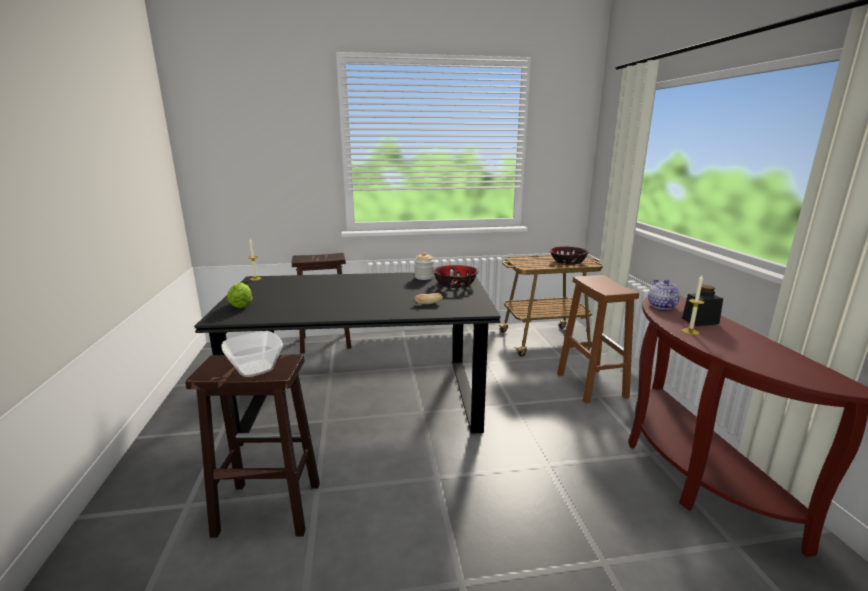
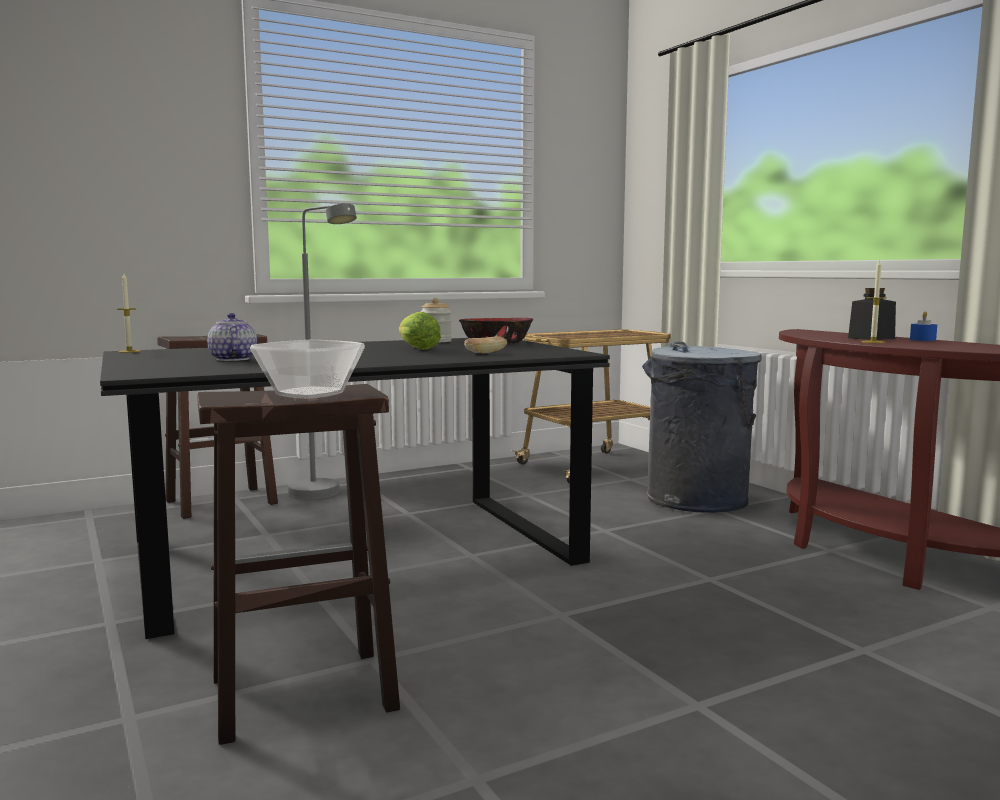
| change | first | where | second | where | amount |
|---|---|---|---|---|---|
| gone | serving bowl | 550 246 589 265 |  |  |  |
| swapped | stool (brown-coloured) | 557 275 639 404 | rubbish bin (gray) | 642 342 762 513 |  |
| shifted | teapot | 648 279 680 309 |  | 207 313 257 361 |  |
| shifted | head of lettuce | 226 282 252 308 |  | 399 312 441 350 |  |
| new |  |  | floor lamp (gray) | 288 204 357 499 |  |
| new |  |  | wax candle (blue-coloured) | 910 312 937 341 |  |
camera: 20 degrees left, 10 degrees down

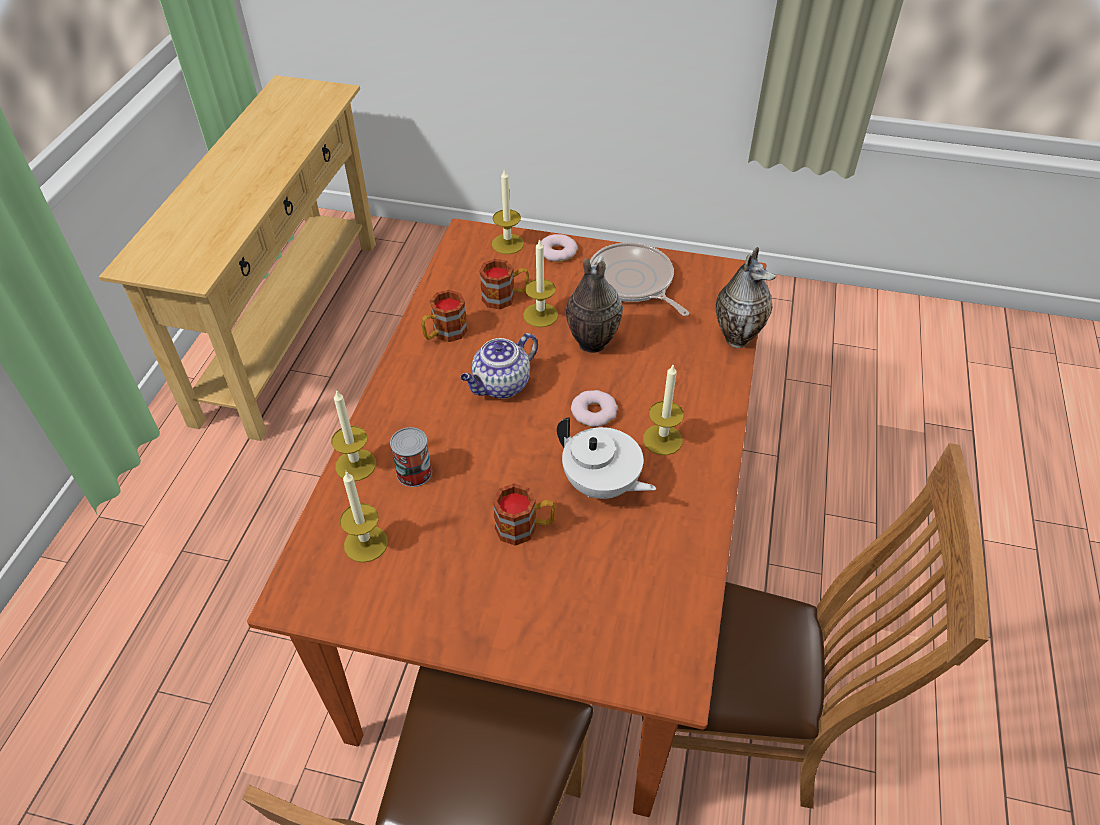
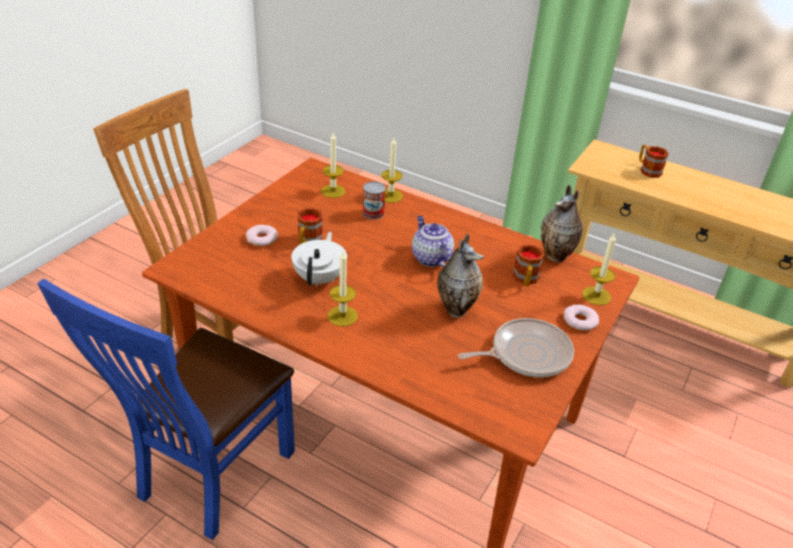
| change | first | where | second | where | amount |
|---|---|---|---|---|---|
| gone | wax candle | 523 239 558 327 |  |  |  |
| shifted | decorative vase | 716 247 776 348 |  | 541 185 583 262 |  |
| shifted | tea mug | 421 290 468 342 |  | 639 145 669 178 |  |
| shifted | doughnut | 571 390 618 427 |  | 245 225 278 246 |  |
| rotated | teapot (whitish) | 557 417 656 499 |  | 291 232 347 287 | 135 degrees clockwise |
| repainted | plain chair (brown-coloured) | 642 443 989 809 | plain chair (blue-coloured) | 37 279 295 540 |  |
camera: 105 degrees right, 10 degrees down

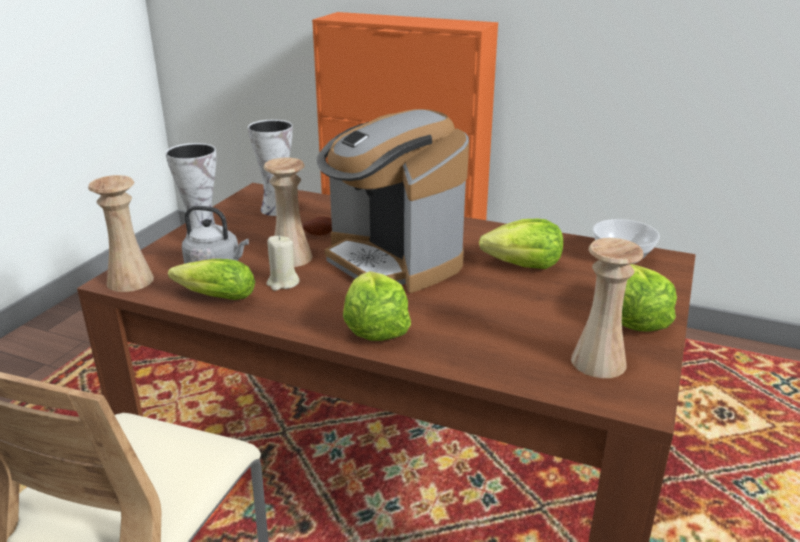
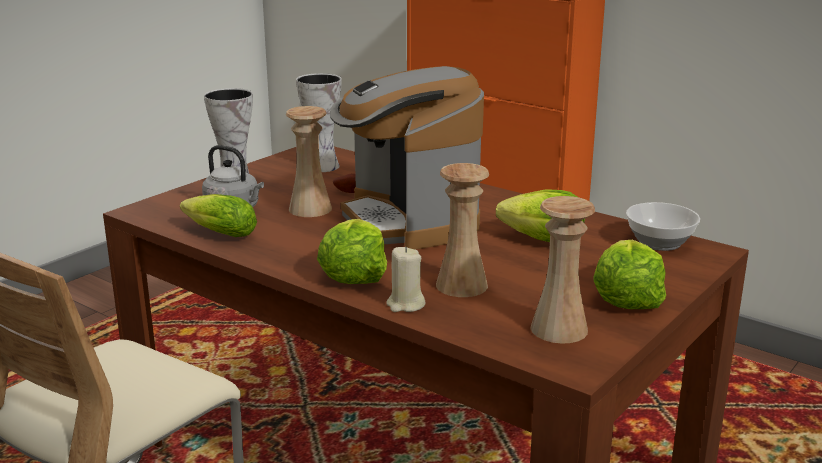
| change | first | where | second | where | amount |
|---|---|---|---|---|---|
| shifted | decorative vase (sand-coloured) | 88 175 154 292 |  | 436 163 489 297 |  |
| shifted | wax candle (sand-coloured) | 267 236 299 291 |  | 386 247 425 312 |  |
camera: 15 degrees right, 5 degrees down

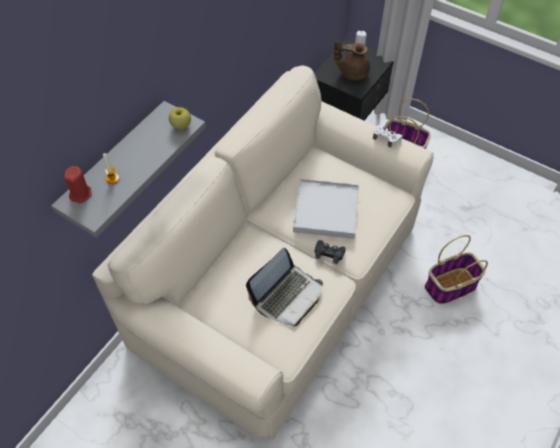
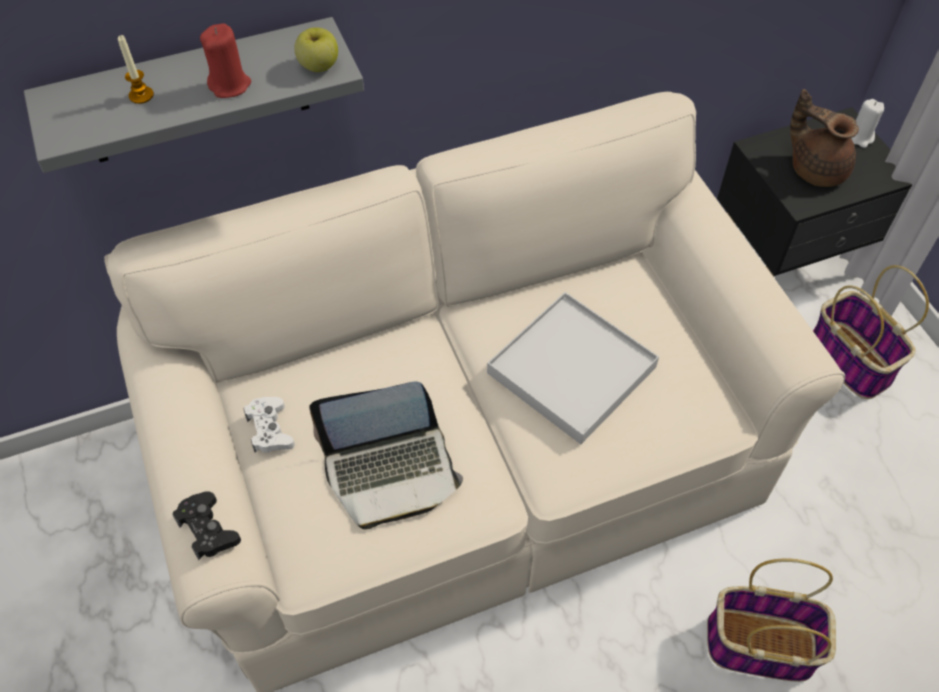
| change | first | where | second | where | amount |
|---|---|---|---|---|---|
| shifted | game controller (whitish) | 373 124 402 148 |  | 243 397 295 453 |  |
| shifted | wax candle (red-coloured) | 64 166 92 203 |  | 200 23 251 98 |  |
| shifted | game controller (black-coloured) | 315 240 346 264 |  | 172 491 241 560 |  |
camera: 35 degrees right, 0 degrees up

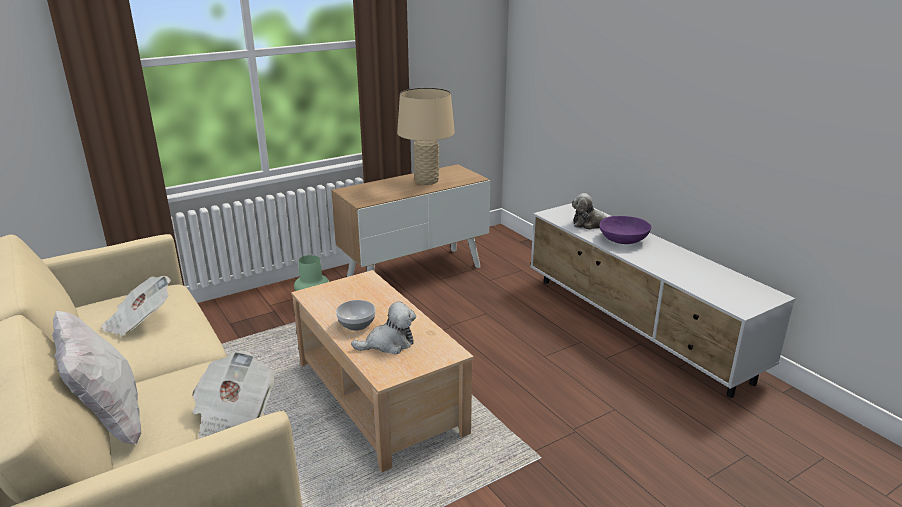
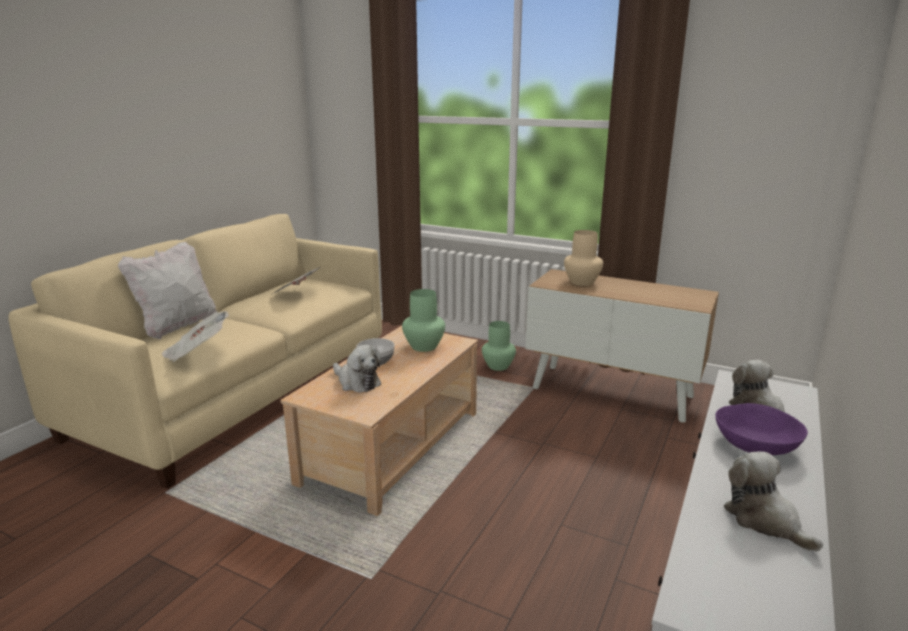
| change | first | where | second | where | amount |
|---|---|---|---|---|---|
| gone | tabletop lamp (sand-coloured) | 397 88 455 185 |  |  |  |
| new |  |  | decorative vase (sand-coloured) | 564 230 603 286 |  |
| new |  |  | decorative vase (green-coloured) | 402 289 445 352 |  |
| new |  |  | soft toy | 723 451 823 552 |  |
camera: 60 degrees right, 5 degrees down

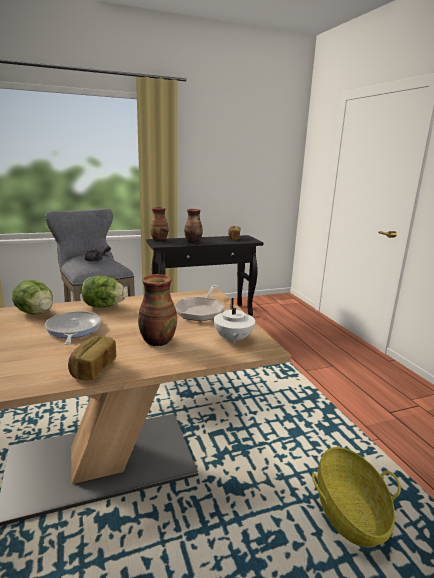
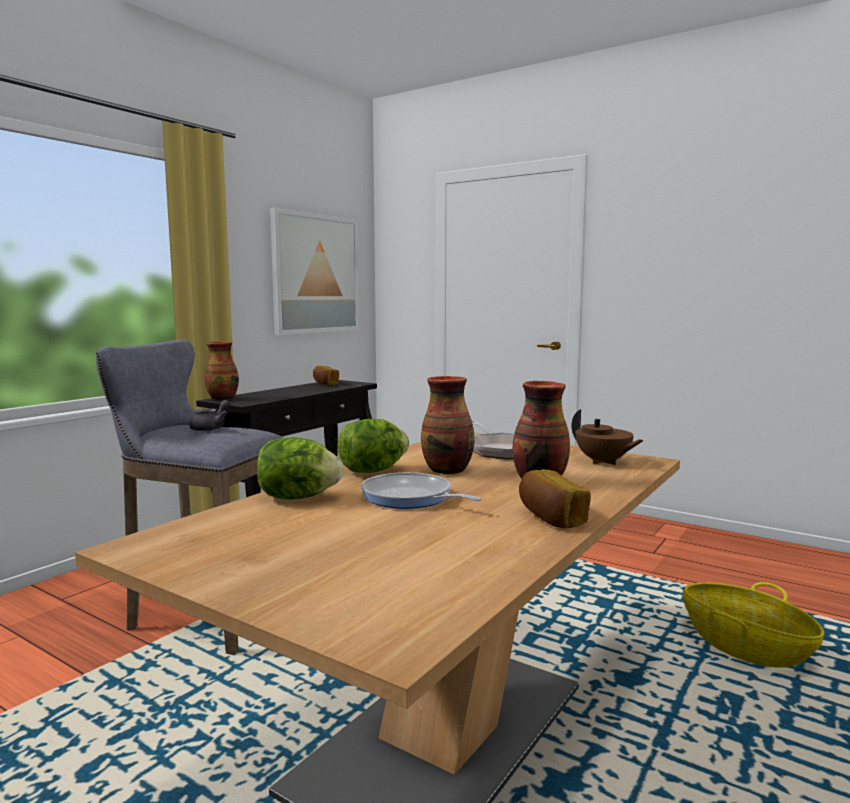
| change | first | where | second | where | amount |
|---|---|---|---|---|---|
| shifted | decorative vase | 184 209 203 243 |  | 421 376 475 474 |  |
| repainted | teapot (whitish) | 214 298 255 345 | teapot (brown-coloured) | 572 409 644 465 |  |
| new |  |  | picture | 270 208 359 335 |  |
camera: 35 degrees left, 10 degrees down

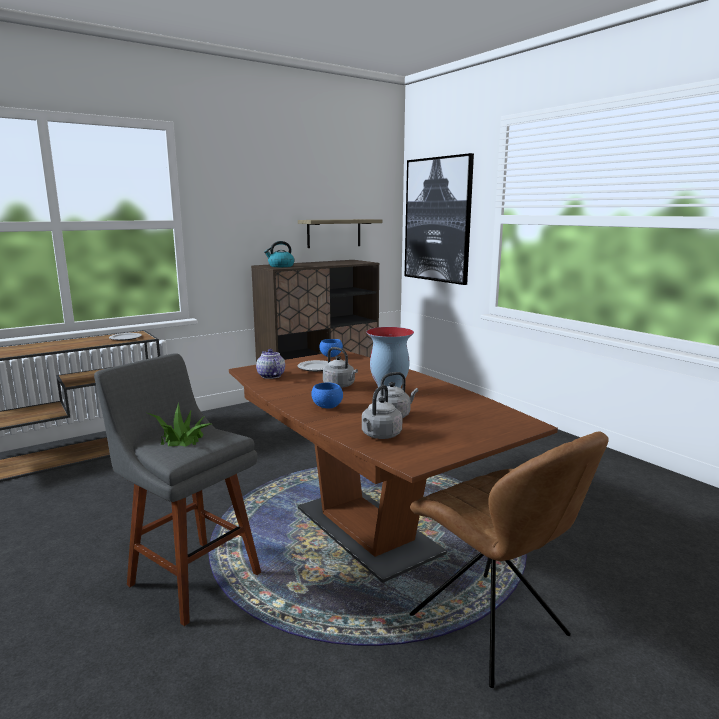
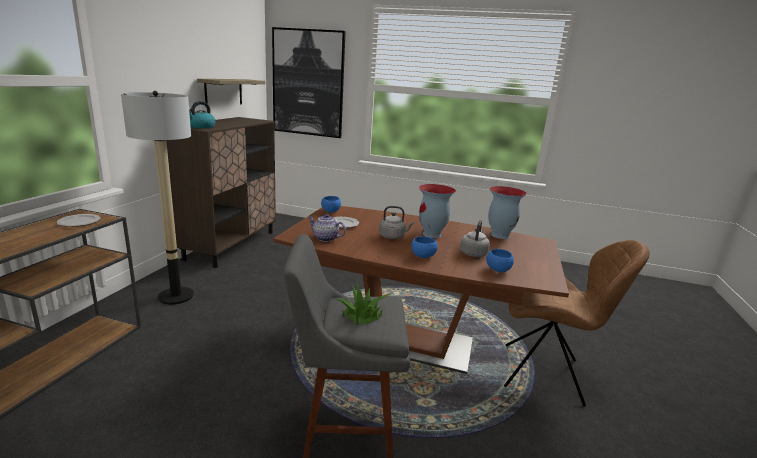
| change | first | where | second | where | amount |
|---|---|---|---|---|---|
| swapped | tea kettle (gray) | 362 385 402 439 | serving bowl (blue-coloured) | 486 249 514 272 |  |
| new |  |  | floor lamp | 121 91 194 305 |  |
| new |  |  | decorative vase | 488 186 527 239 |  |
camera: 40 degrees left, 5 degrees up

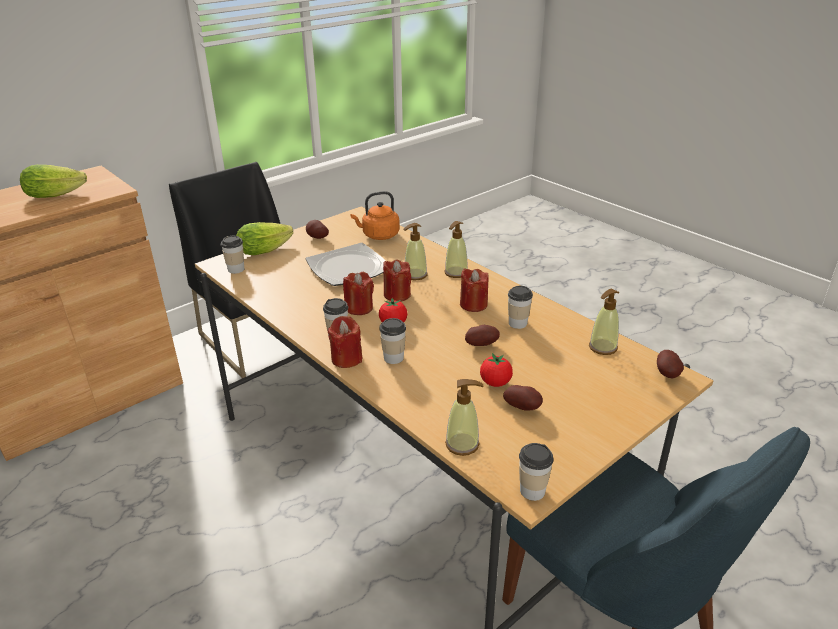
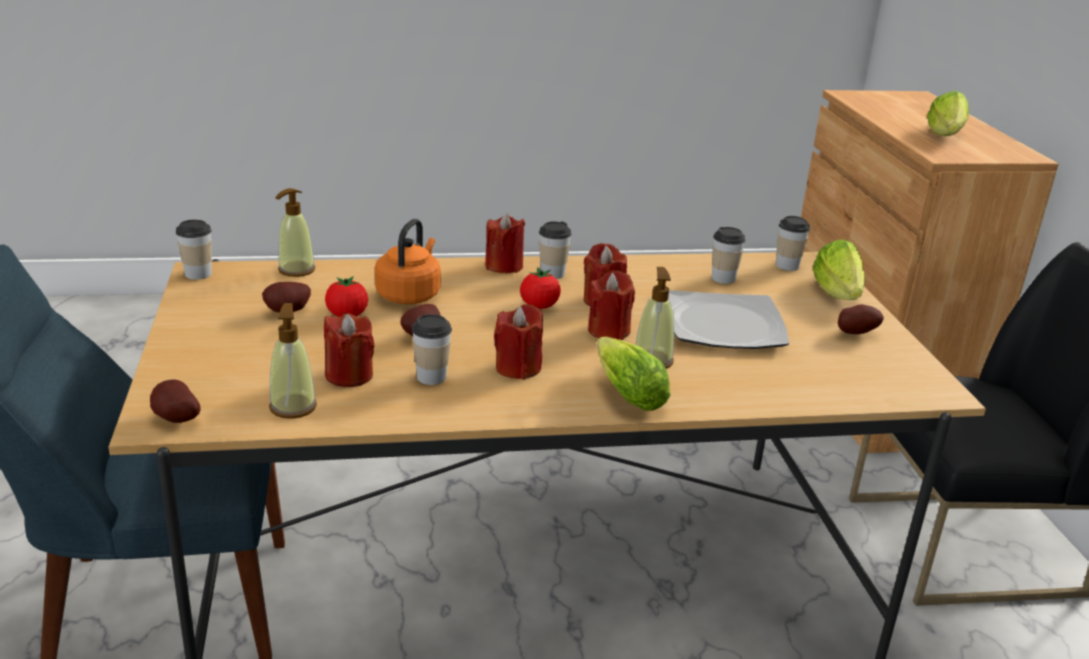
| change | first | where | second | where | amount |
|---|---|---|---|---|---|
| shifted | tea kettle (orange) | 351 191 400 240 |  | 375 219 441 304 |  |
| swapped | liquid soap bottle | 445 221 468 278 | head of lettuce | 597 337 670 411 |  |
| shifted | cup | 380 318 406 364 |  | 712 227 746 284 |  |
| new |  |  | wax candle (red-coloured) | 324 313 375 387 |  |
camera: 120 degrees right, 5 degrees down

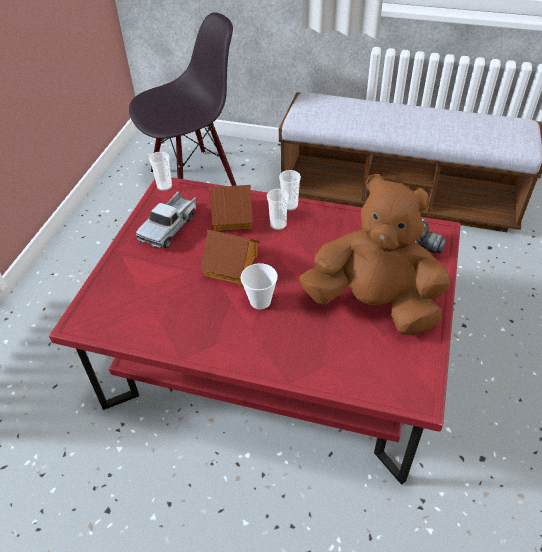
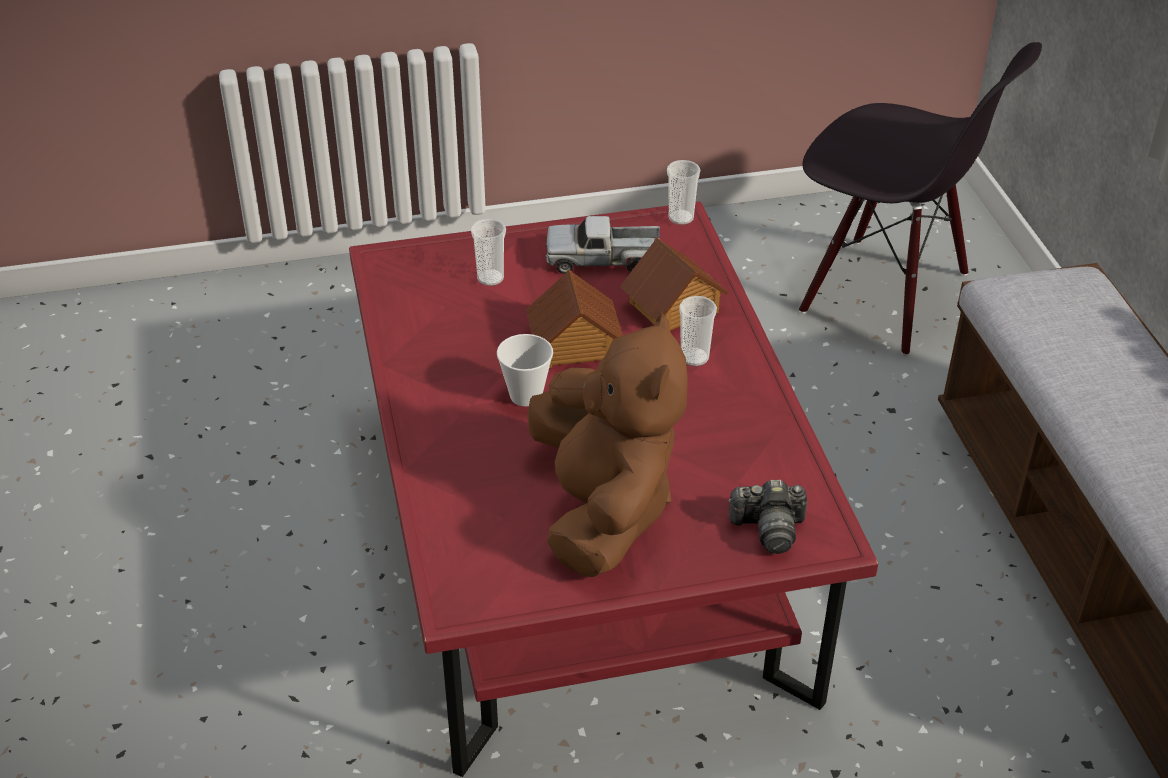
| change | first | where | second | where | amount |
|---|---|---|---|---|---|
| shifted | cup | 279 170 301 211 |  | 471 219 506 286 |  |
camera: 60 degrees right, 5 degrees down

